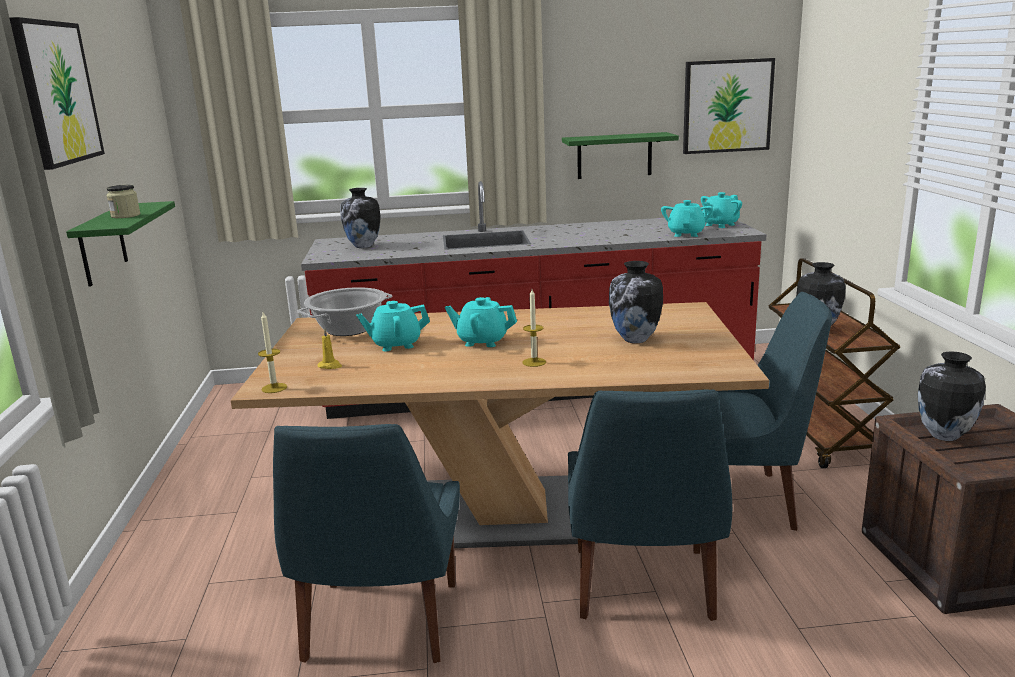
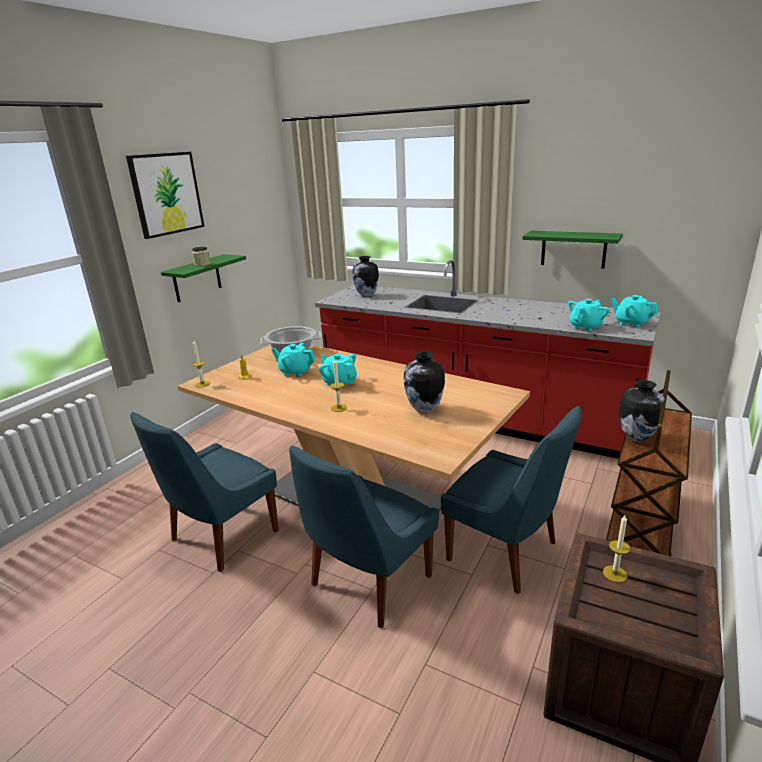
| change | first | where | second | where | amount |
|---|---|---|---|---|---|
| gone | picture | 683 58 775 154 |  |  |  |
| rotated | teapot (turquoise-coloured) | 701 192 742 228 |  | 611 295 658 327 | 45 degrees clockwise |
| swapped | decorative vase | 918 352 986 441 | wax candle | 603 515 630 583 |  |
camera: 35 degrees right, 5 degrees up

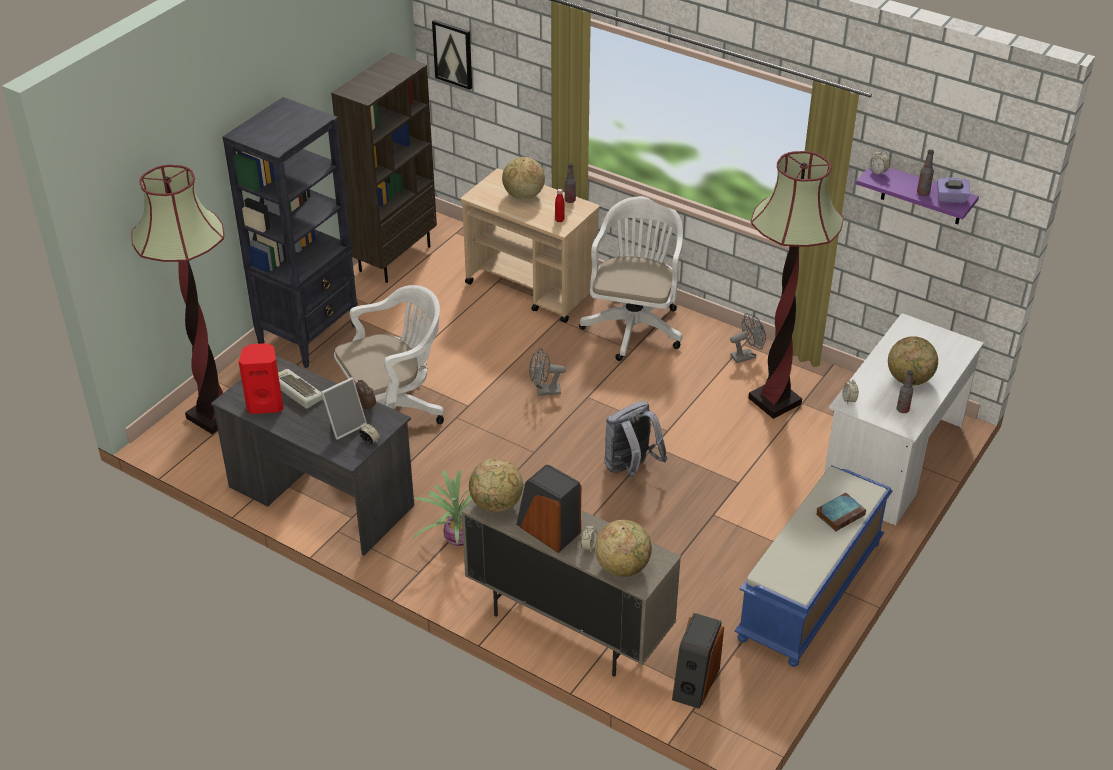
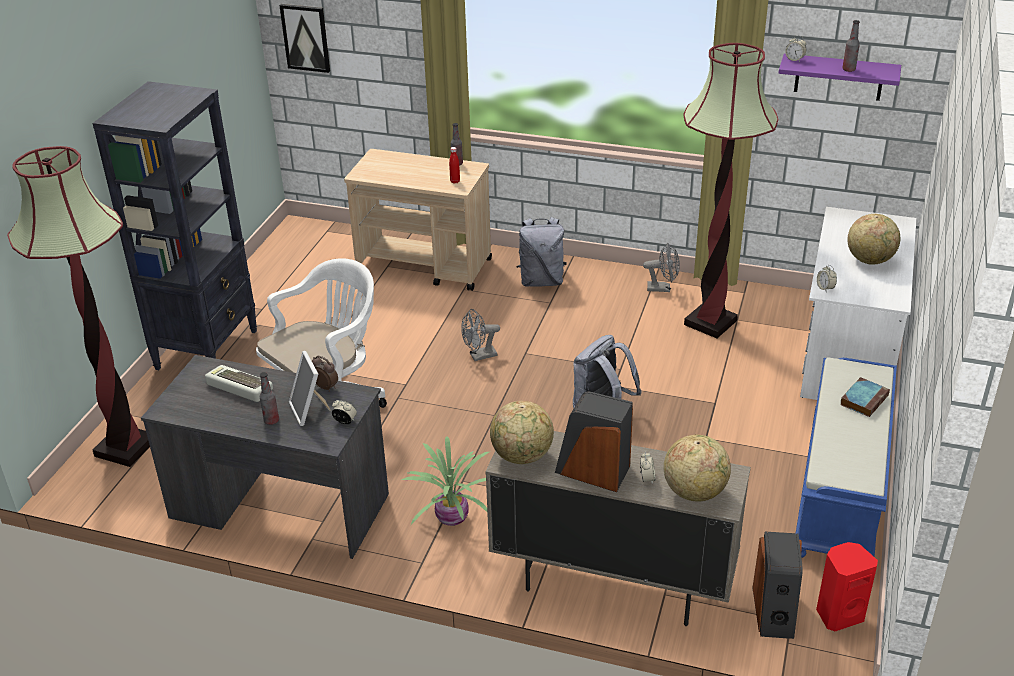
| change | first | where | second | where | amount |
|---|---|---|---|---|---|
| gone | shelving unit (brown-coloured) | 331 52 437 283 |  |  |  |
| gone | globe | 502 157 545 200 |  |  |  |
| gone | tissue box (purple-coloured) | 937 178 970 203 |  |  |  |
| swapped | computer chair (whitish) | 579 196 683 361 | rucksack (gray) | 516 217 567 287 |  |
| rotated | electric fan (gray) | 730 313 766 363 |  | 643 243 680 292 | 45 degrees clockwise |
| shifted | audio speaker (red-coloured) | 238 343 284 414 |  | 816 542 878 631 |  |
| shifted | drink bottle | 897 370 913 413 |  | 260 372 279 425 |  |
| rotated | photo frame | 321 377 367 440 |  | 289 351 331 426 | 120 degrees clockwise |
camera: 15 degrees left, 5 degrees down

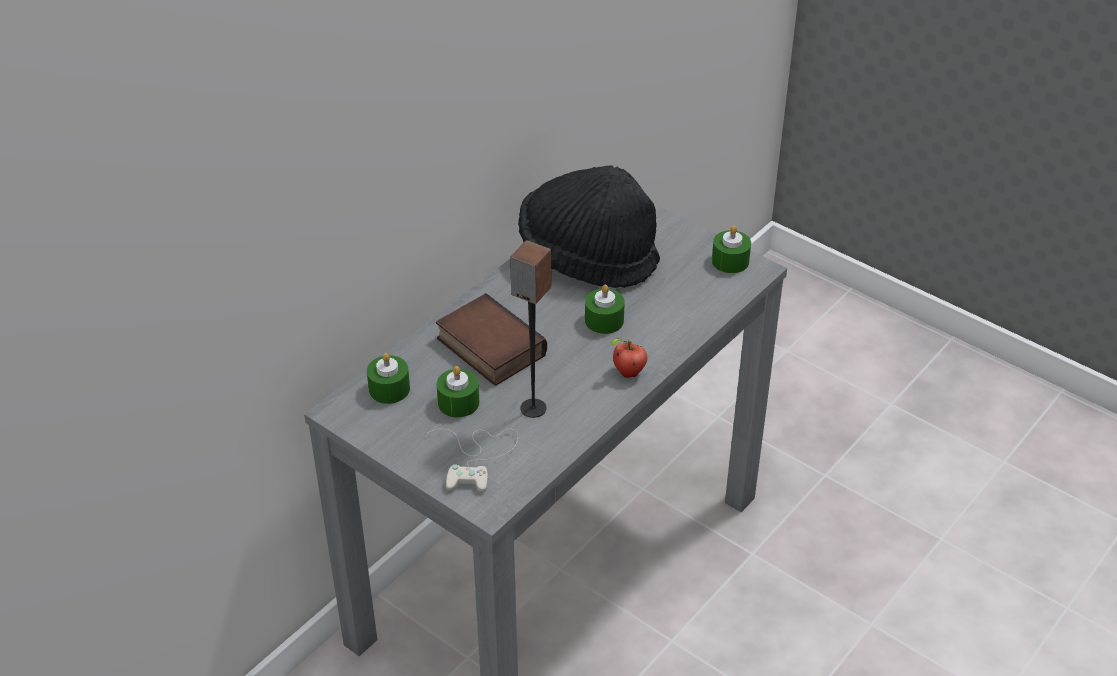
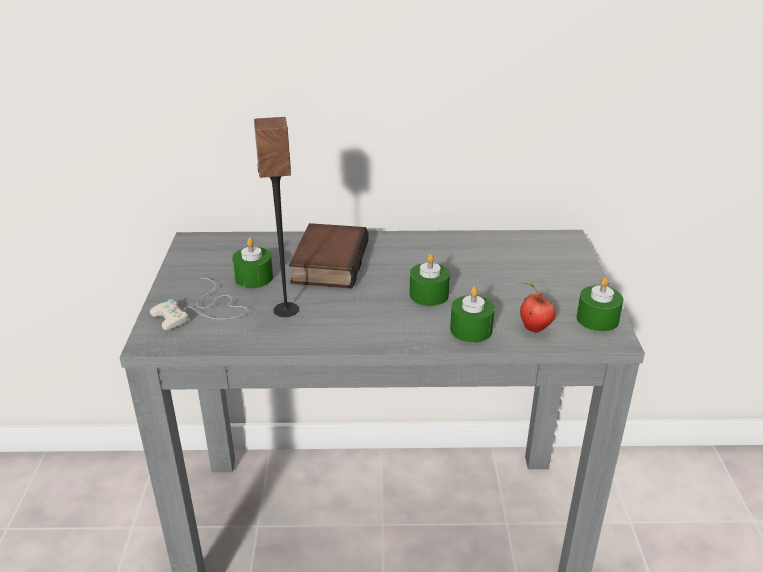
| change | first | where | second | where | amount |
|---|---|---|---|---|---|
| gone | clothing hat (black-coloured) | 518 165 660 288 |  |  |  |
| shifted | apple | 611 338 647 378 |  | 518 282 556 333 |  |
| shifted | wax candle (green-coloured) | 367 353 410 404 |  | 450 287 495 342 |  |
camera: 50 degrees right, 10 degrees down

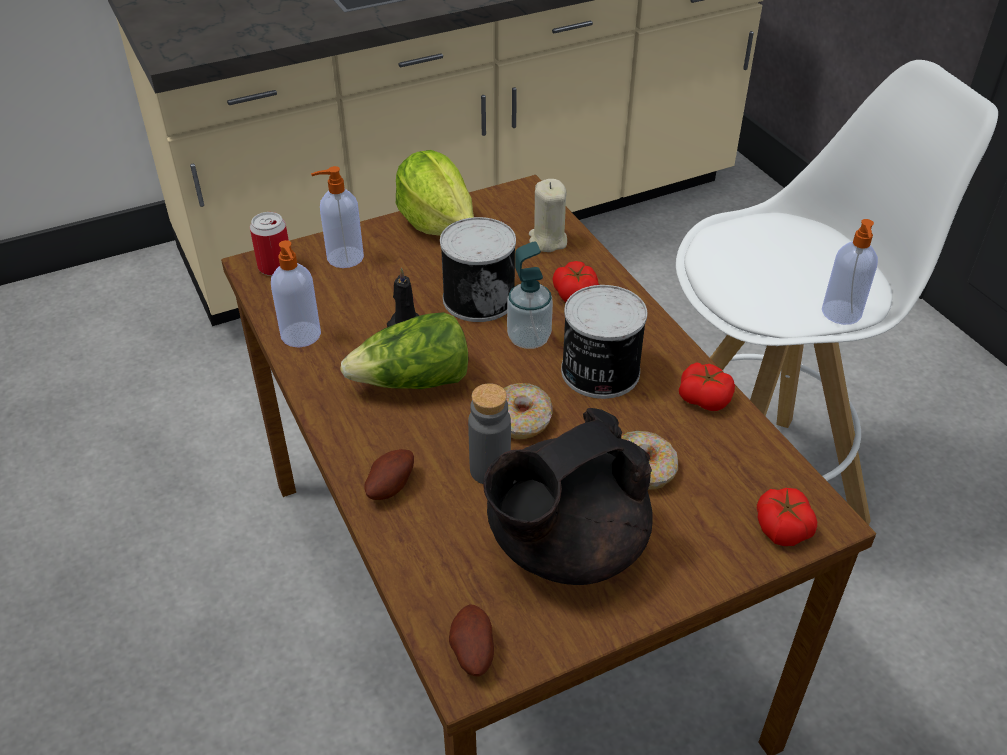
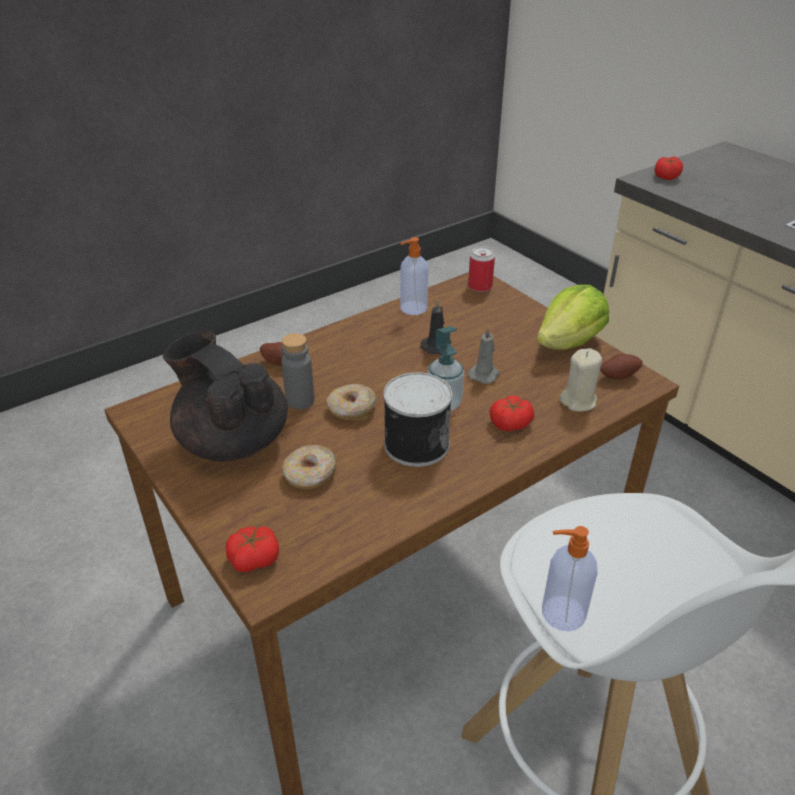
| change | first | where | second | where | amount |
|---|---|---|---|---|---|
| gone | liquid soap bottle | 311 166 364 268 |  |  |  |
| swapped | metal can | 440 217 516 322 | wax candle (gray) | 468 326 500 384 |  |
| gone | head of lettuce | 340 312 468 389 |  |  |  |
| shifted | tomato | 679 363 735 411 |  | 655 157 683 180 |  |
| shifted | potato | 449 604 494 677 |  | 600 354 643 379 |  |
camera: 80 degrees right, 5 degrees down

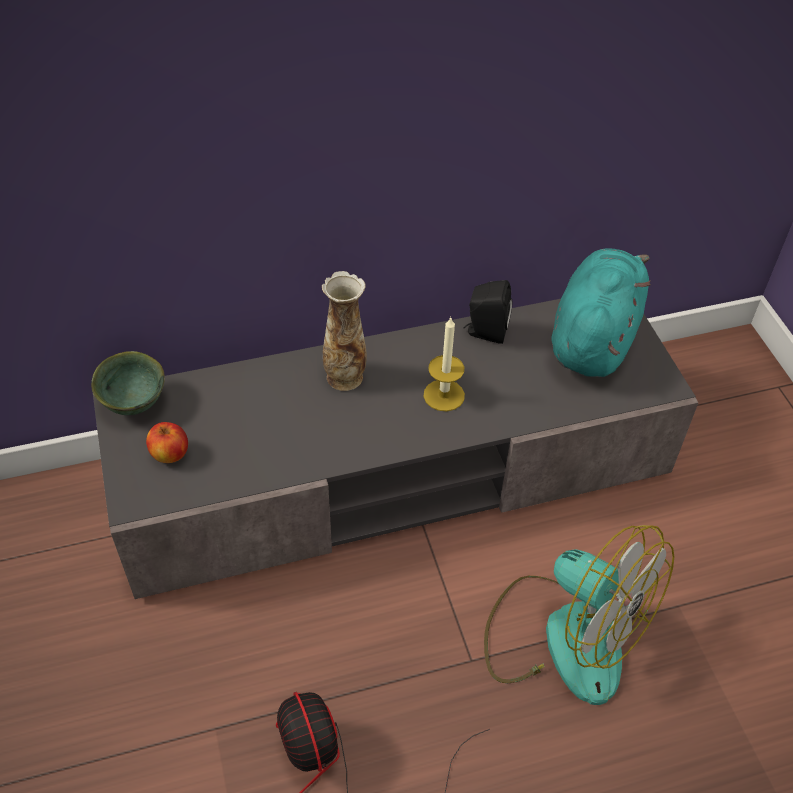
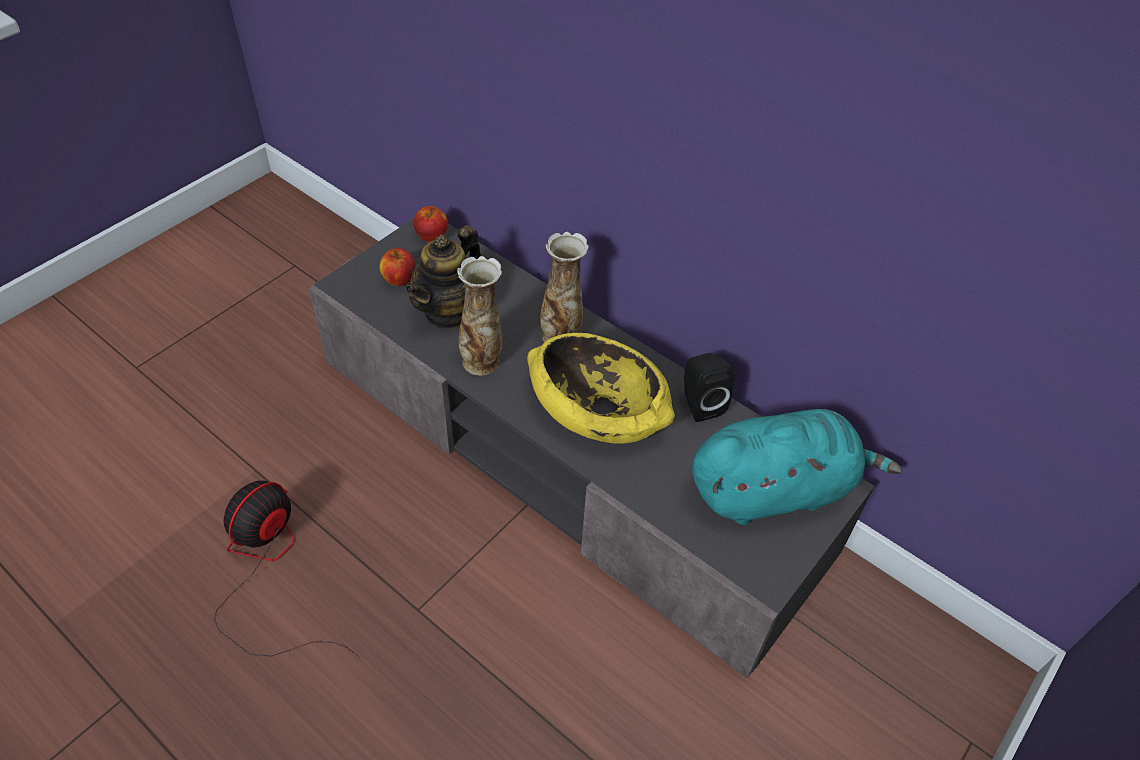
| change | first | where | second | where | amount |
|---|---|---|---|---|---|
| swapped | wax candle | 424 318 465 411 | serving bowl (yellow) | 527 333 675 444 |  |
| swapped | serving bowl (green-coloured) | 91 351 165 415 | apple | 413 206 448 242 |  |
| gone | electric fan | 484 525 675 705 |  |  |  |
| new |  |  | teapot | 405 225 481 330 |  |
| new |  |  | decorative vase | 457 256 503 376 |  |
camera: 55 degrees right, 0 degrees up

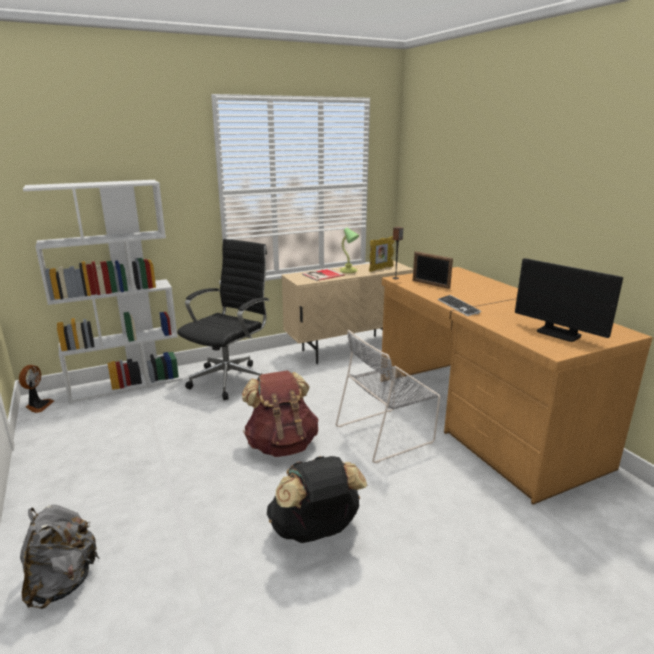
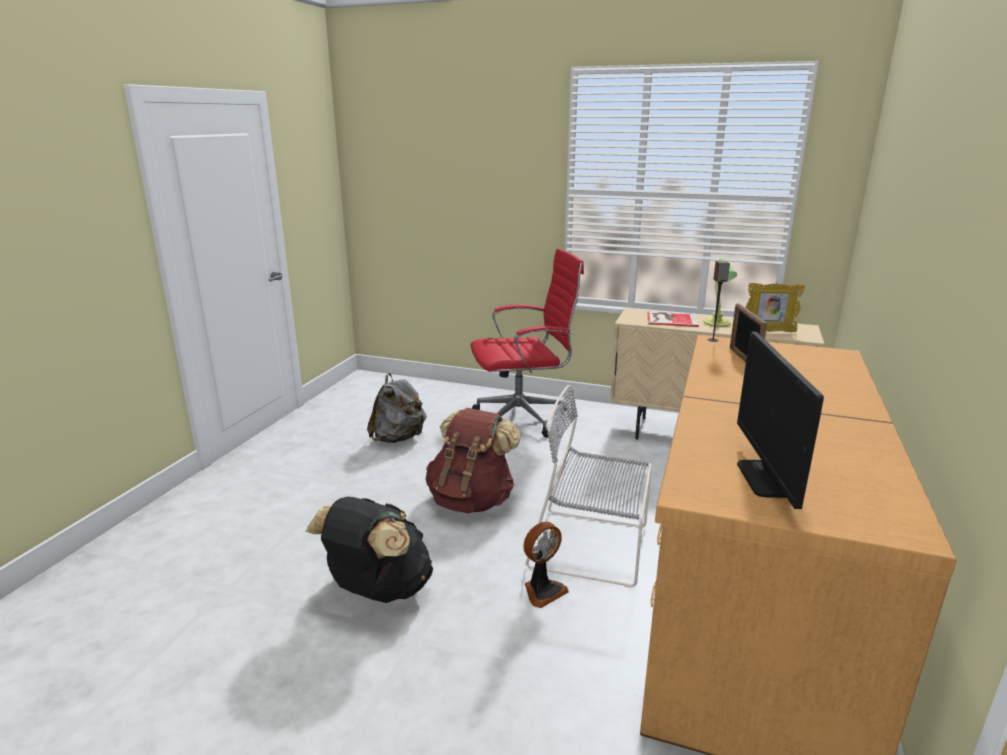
| change | first | where | second | where | amount |
|---|---|---|---|---|---|
| gone | shelving unit (whitish) | 23 180 183 403 |  |  |  |
| repainted | computer chair (black-coloured) | 177 239 270 400 | computer chair (red-coloured) | 470 248 584 438 |  |
| gone | PC keyboard | 438 295 481 316 |  |  |  |
| shifted | electric fan | 19 365 54 413 |  | 523 522 569 608 |  |
| shifted | rucksack (gray) | 20 505 99 609 |  | 367 373 427 443 |  |
camera: 45 degrees right, 0 degrees up

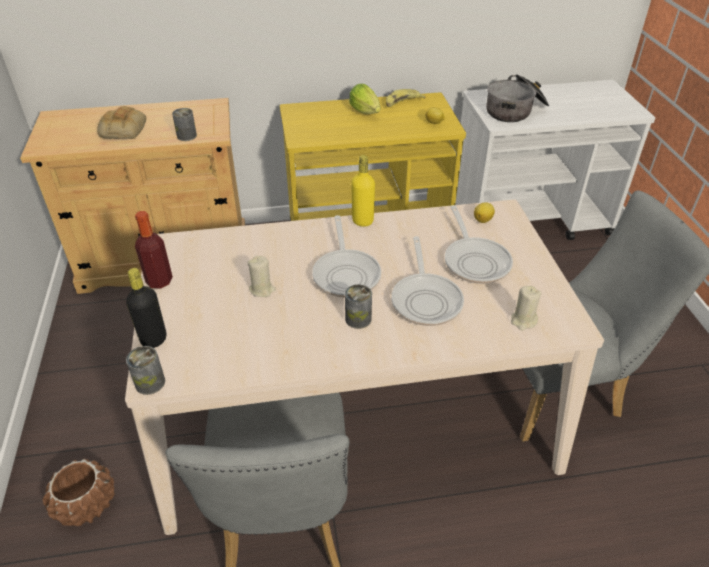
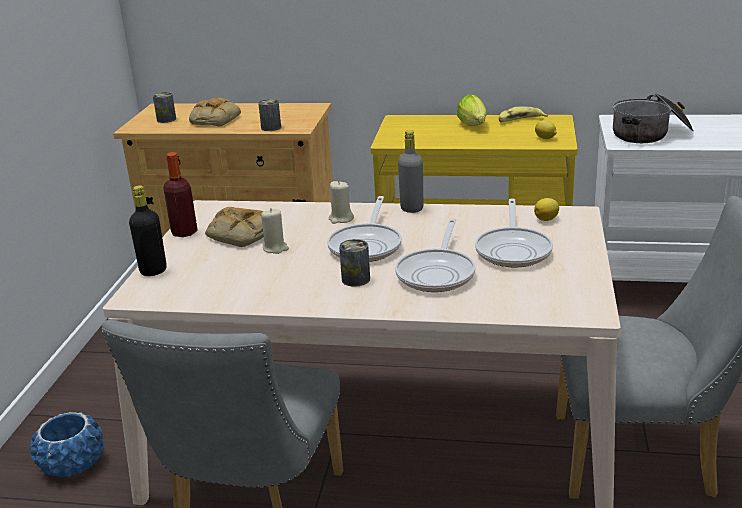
| change | first | where | second | where | amount |
|---|---|---|---|---|---|
| repainted | drink bottle (yellow) | 351 155 375 227 | drink bottle (gray) | 398 130 423 213 |  |
| shifted | wax candle (sand-coloured) | 511 286 541 331 |  | 329 181 354 224 |  |
| shifted | metal can | 126 346 165 395 |  | 153 92 176 123 |  |
| repainted | flower pot (brown-coloured) | 43 459 115 526 | flower pot (blue-coloured) | 31 412 104 478 |  |
| new |  |  | bread | 205 207 264 247 |  |
camera: 20 degrees right, 15 degrees down

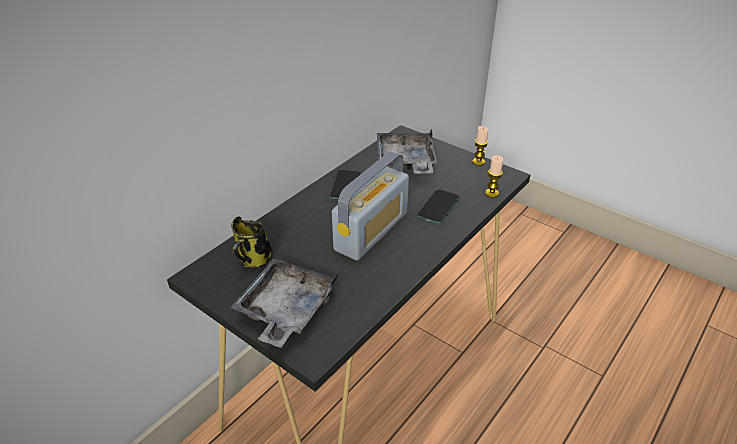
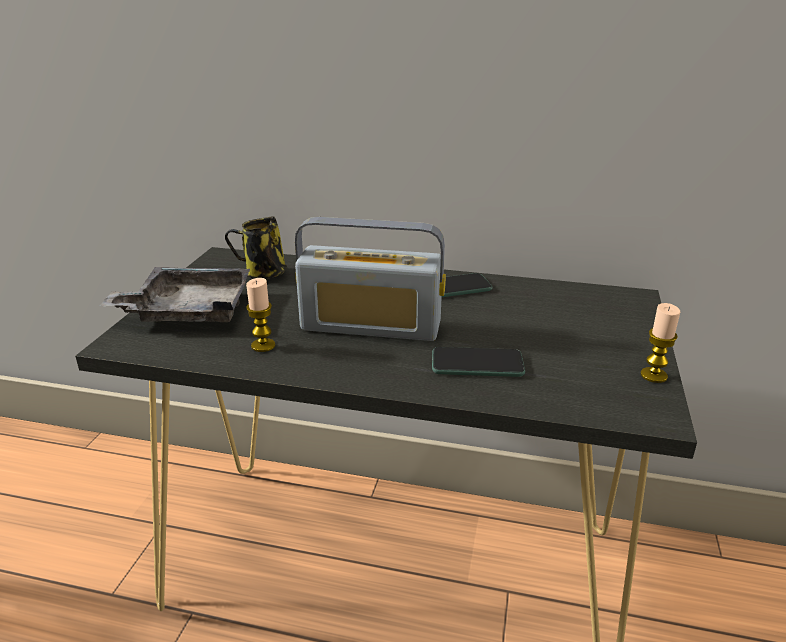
| change | first | where | second | where | amount |
|---|---|---|---|---|---|
| gone | serving tray (gray) | 377 129 437 174 |  |  |  |
| shifted | wax candle | 485 155 503 198 |  | 246 278 275 352 |  |
camera: 65 degrees right, 10 degrees down

